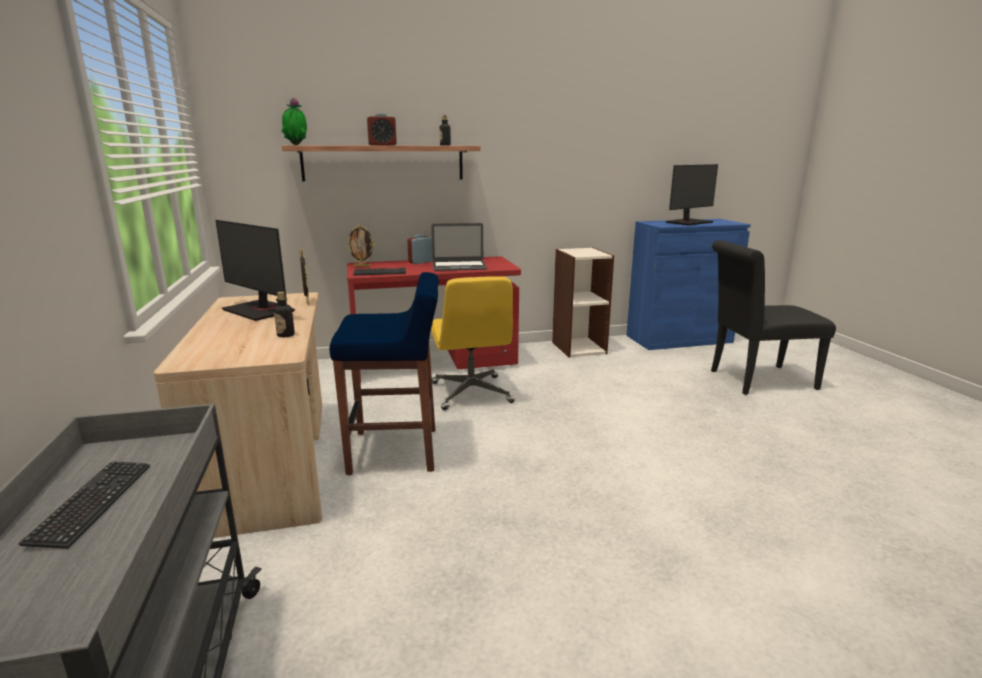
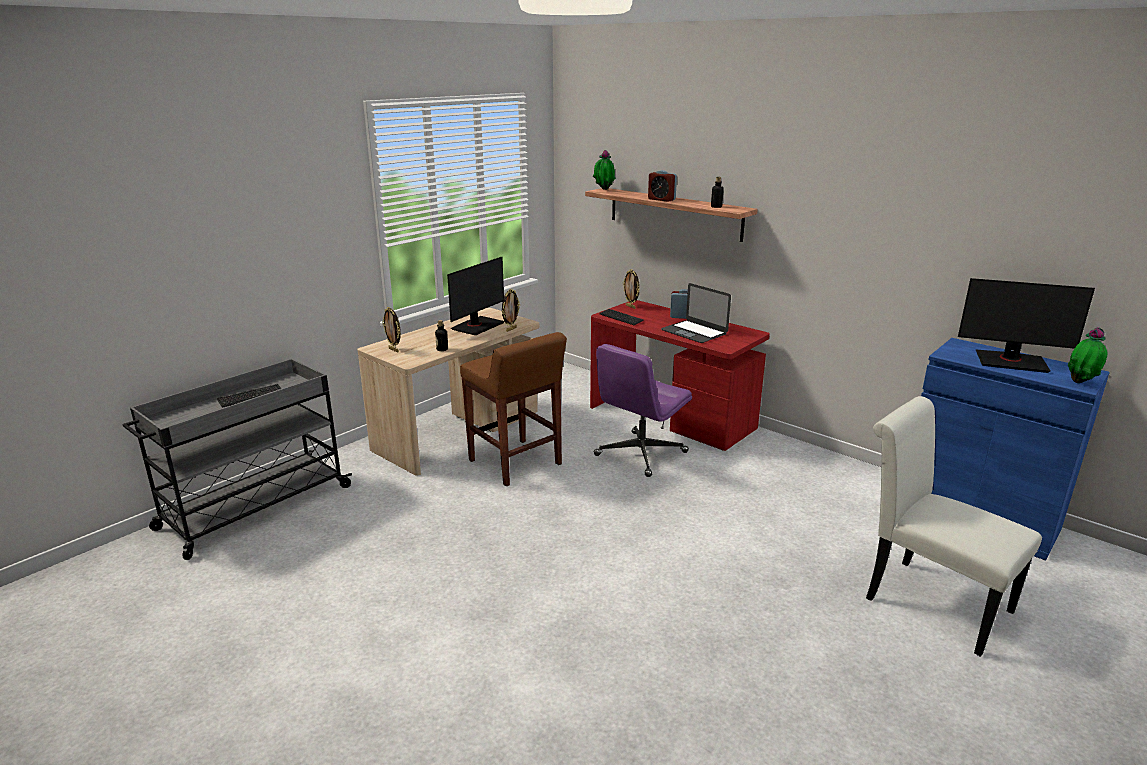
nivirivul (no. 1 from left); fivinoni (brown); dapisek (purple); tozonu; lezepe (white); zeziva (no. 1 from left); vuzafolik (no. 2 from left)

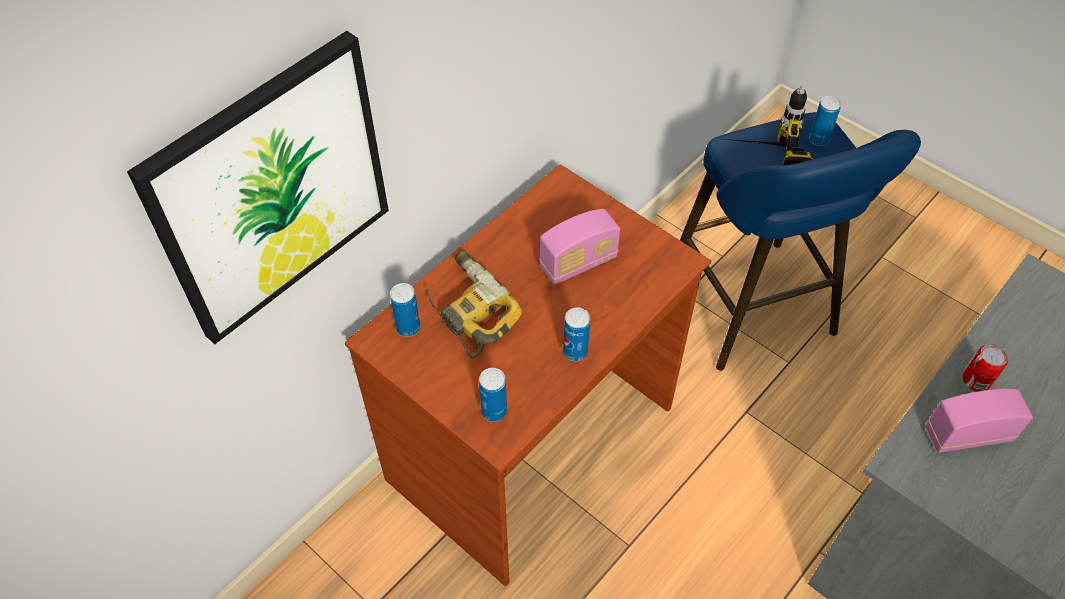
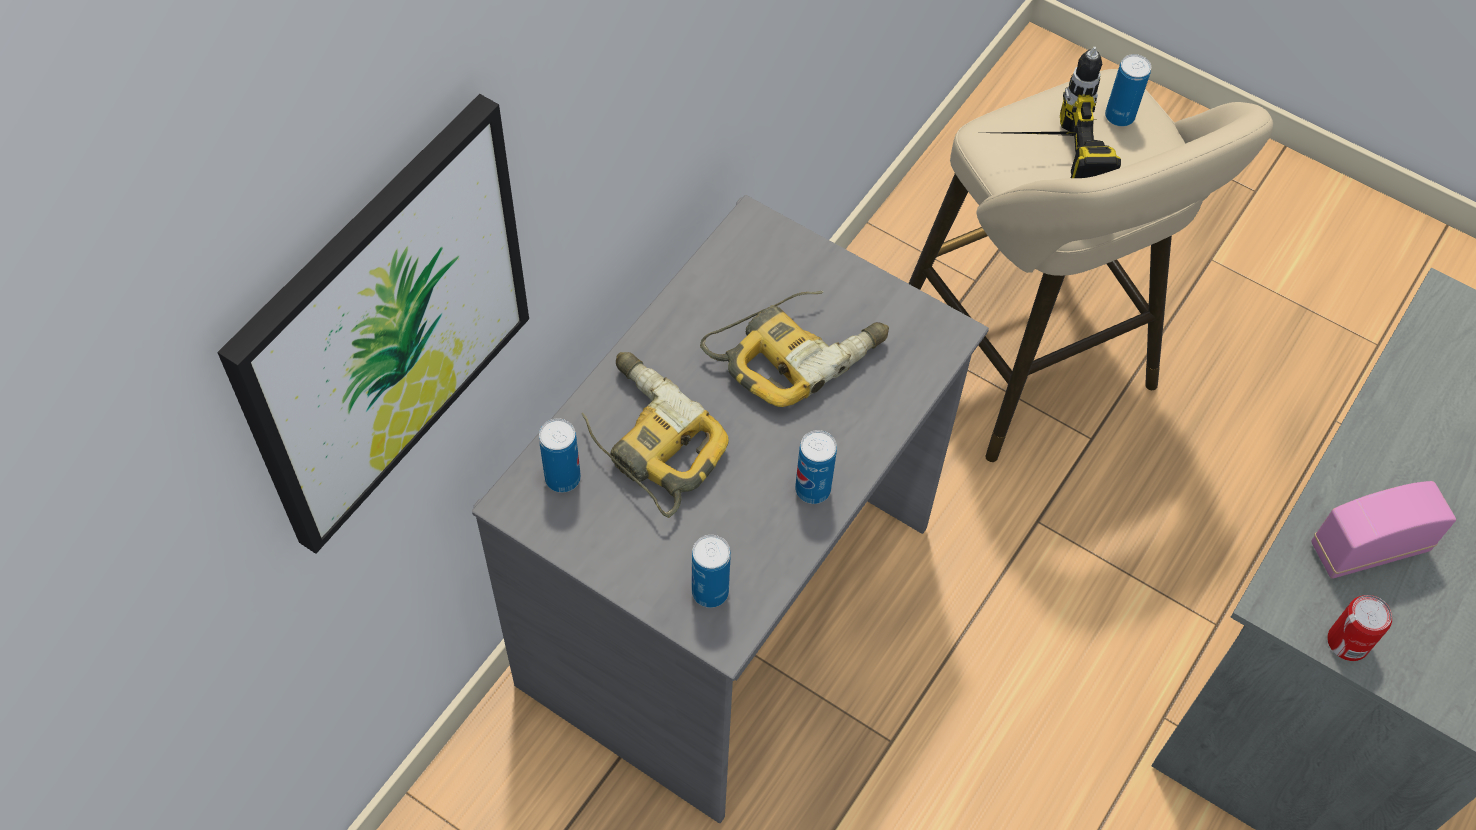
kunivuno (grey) (no. 1 from left); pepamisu (no. 2 from left); fivinoni (beige); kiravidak (no. 5 from left)

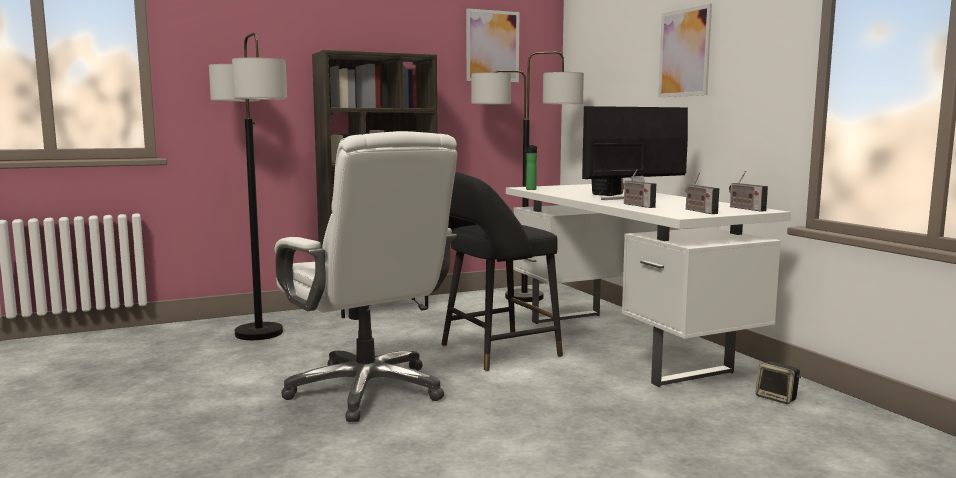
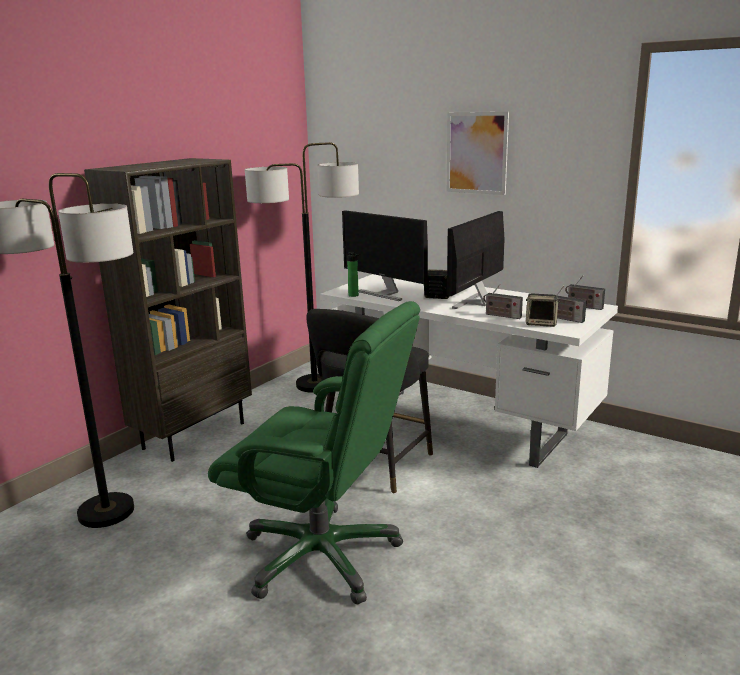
dapisek (green); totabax (no. 1 from left in the first image); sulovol (no. 2 from left); nivirivul (no. 1 from left)

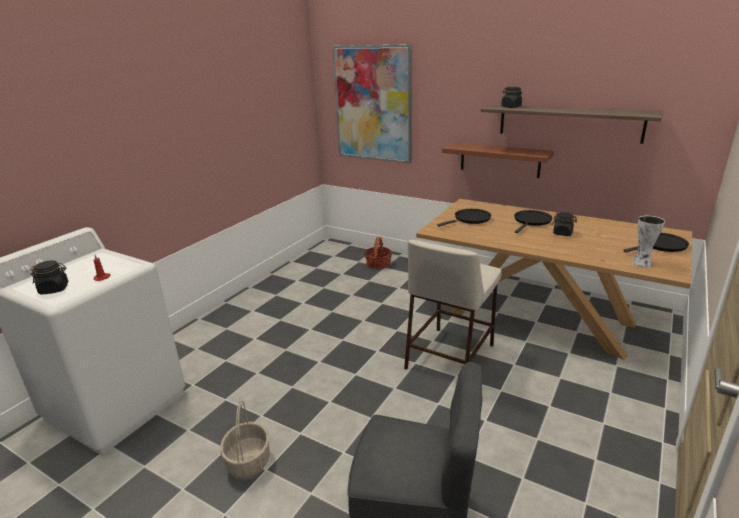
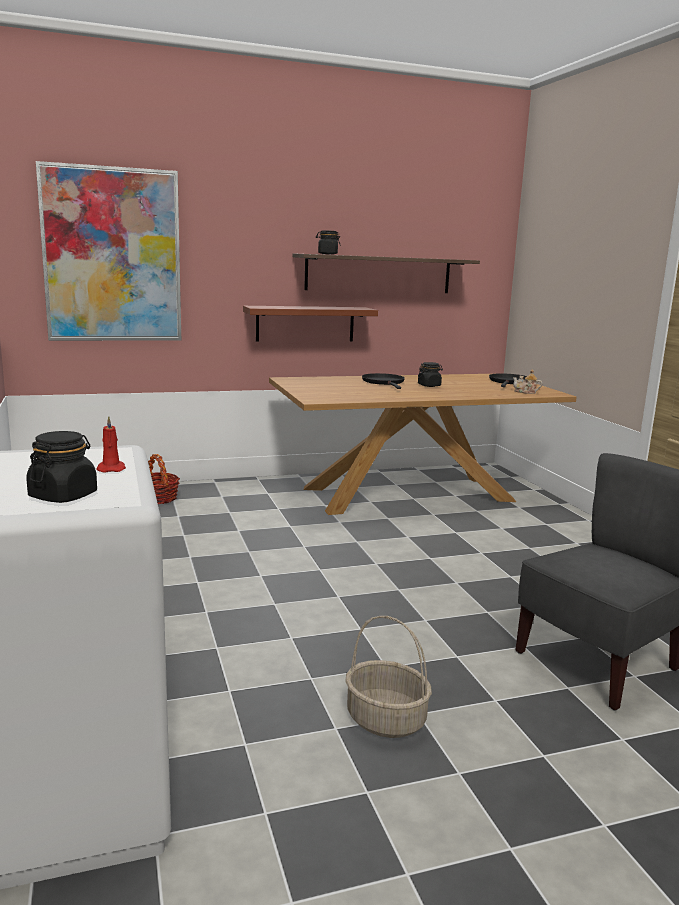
fivinoni (beige); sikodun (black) (no. 1 from left in the first image); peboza

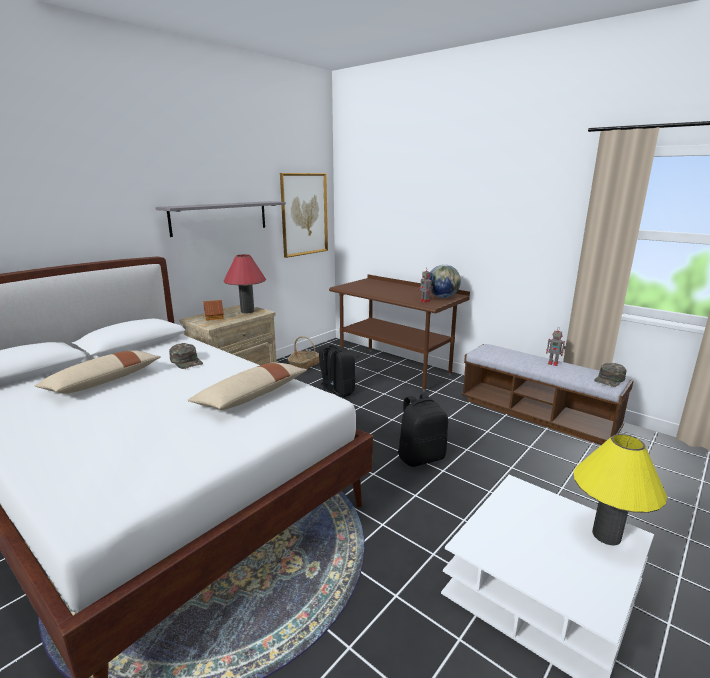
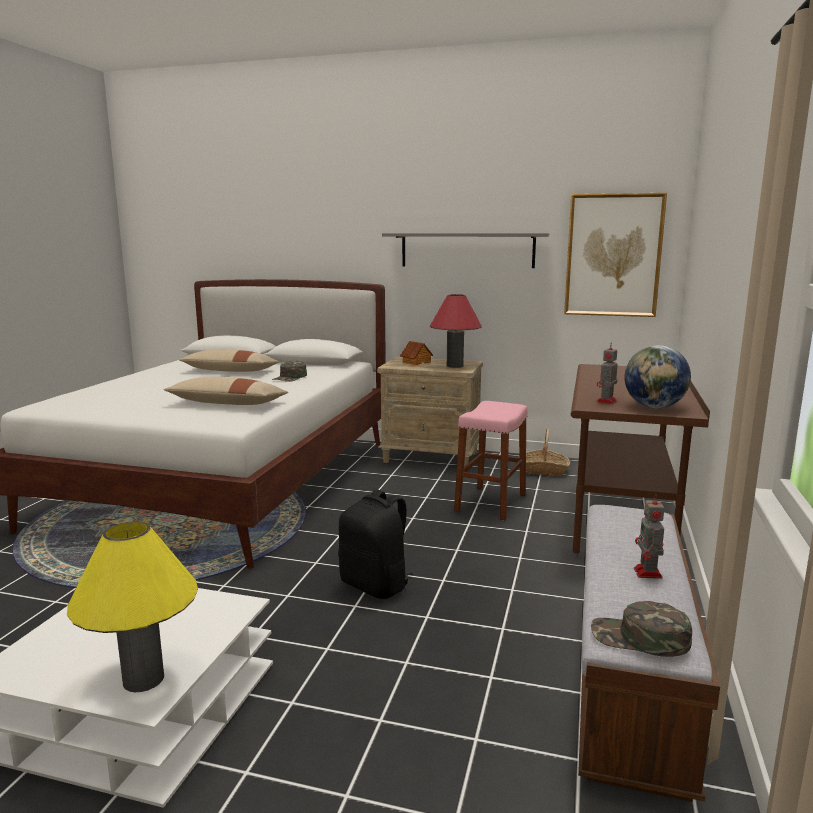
fivinoni (pink)

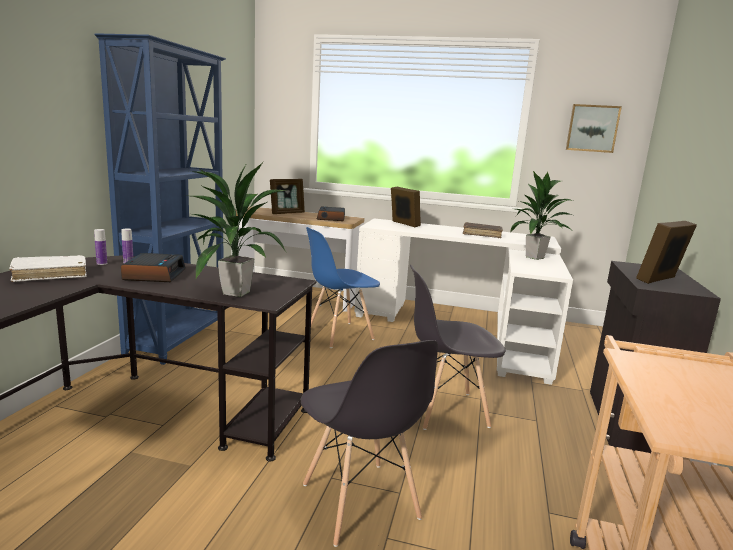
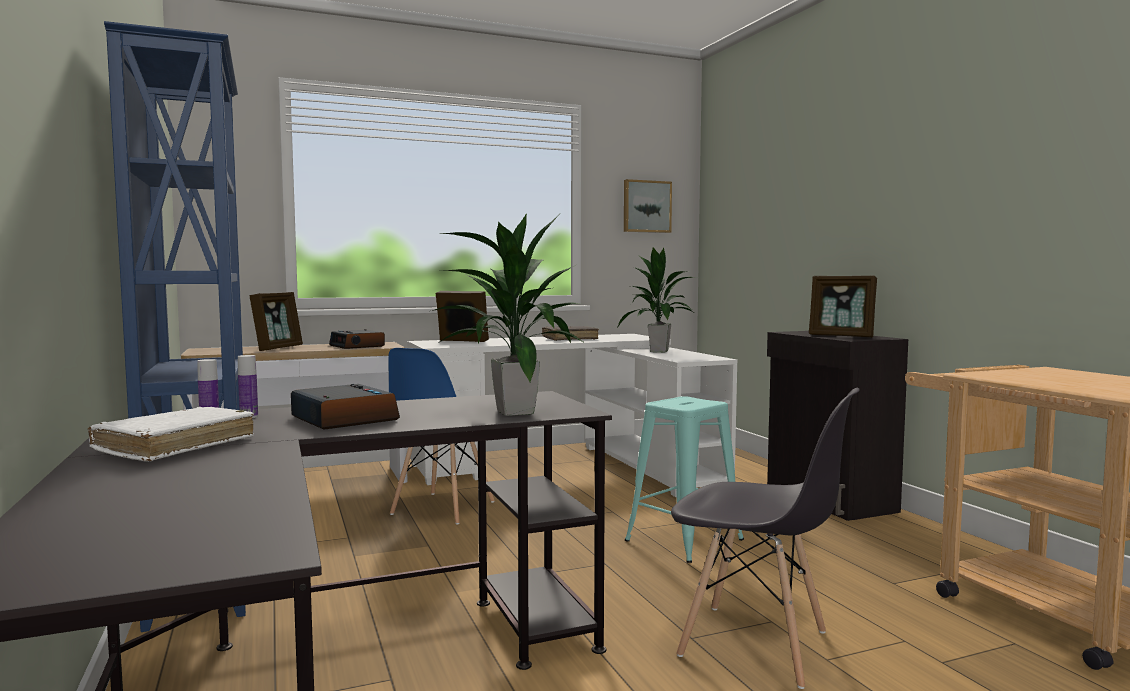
fivinoni (turquoise); zeziva (no. 3 from left)

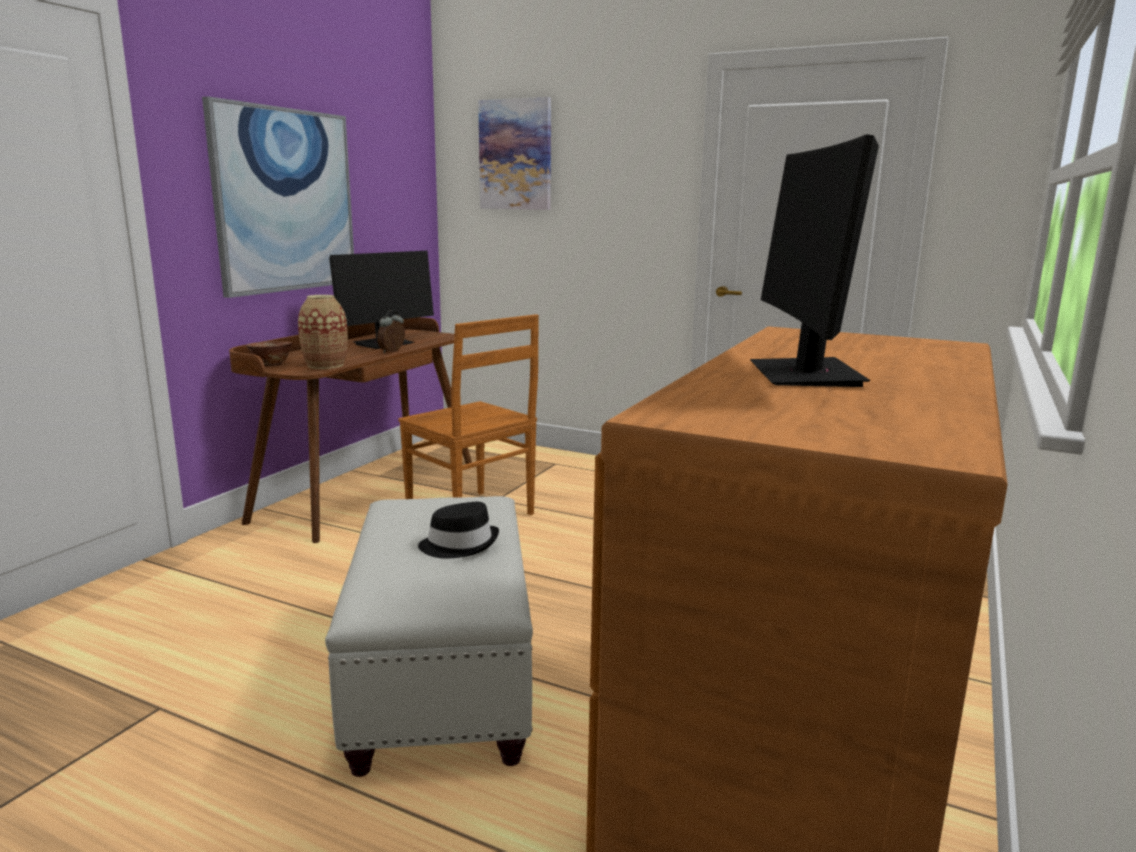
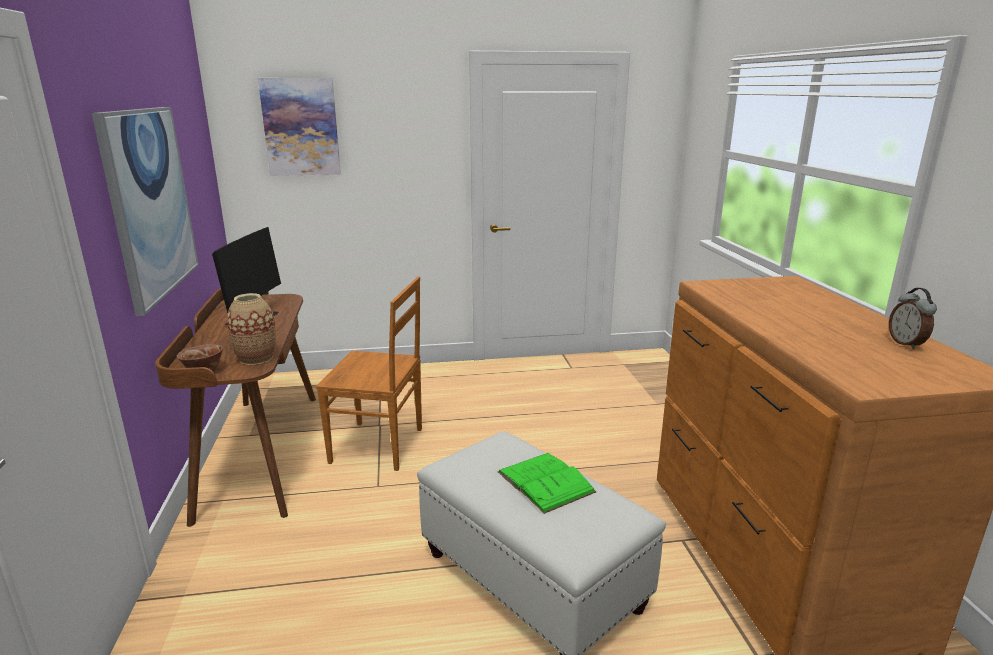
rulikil; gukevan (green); nivirivul (no. 2 from left in the first image)

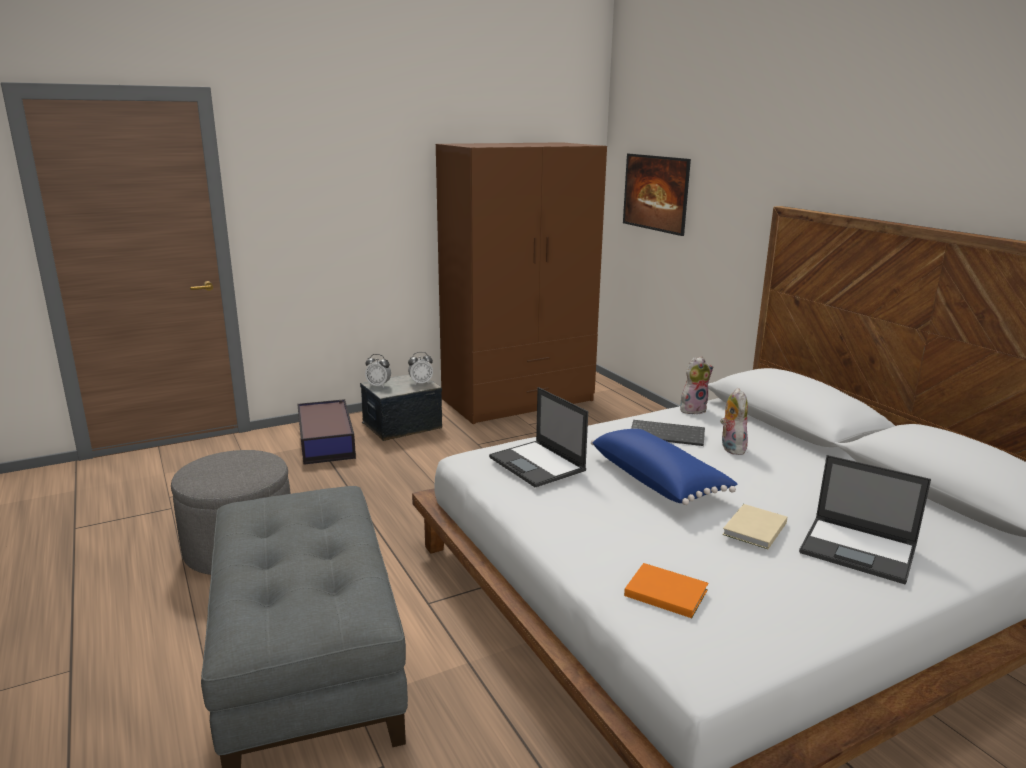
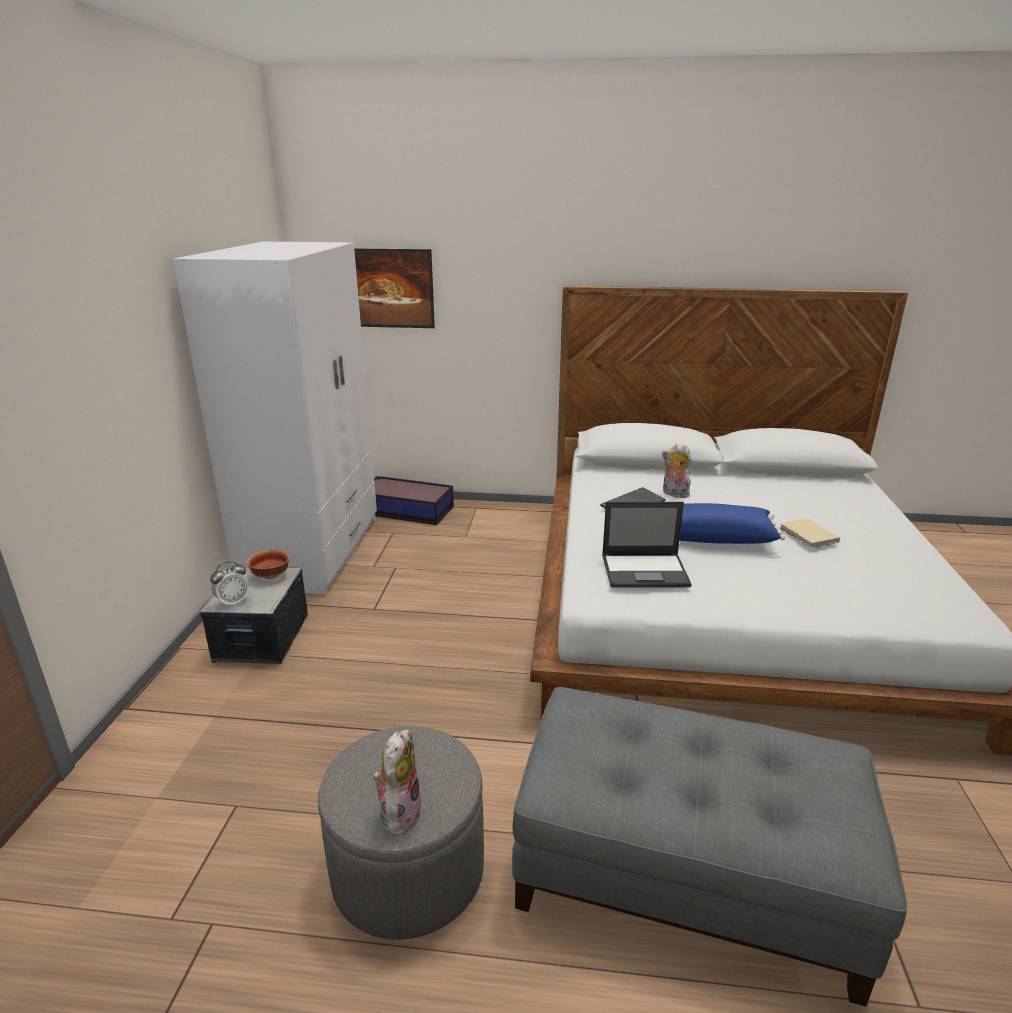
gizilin (no. 2 from left); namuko; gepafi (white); gukevan (orange); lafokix (no. 1 from left); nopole (no. 2 from left in the first image)

